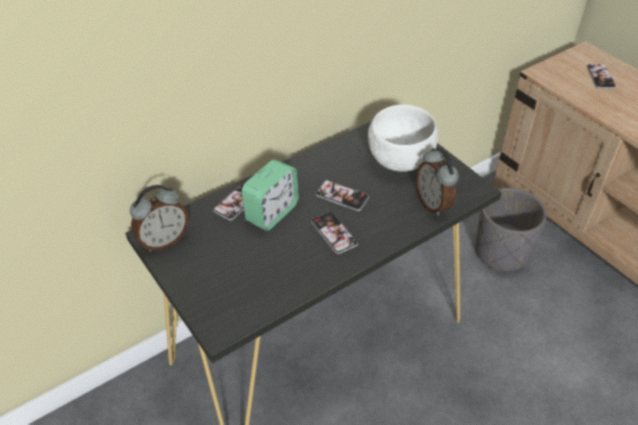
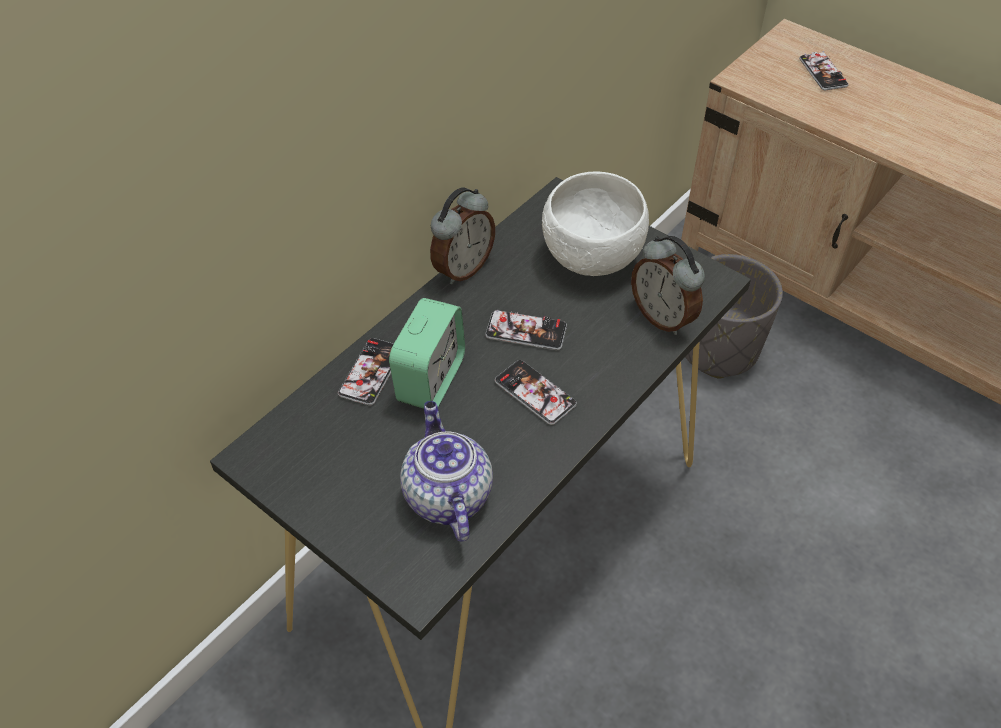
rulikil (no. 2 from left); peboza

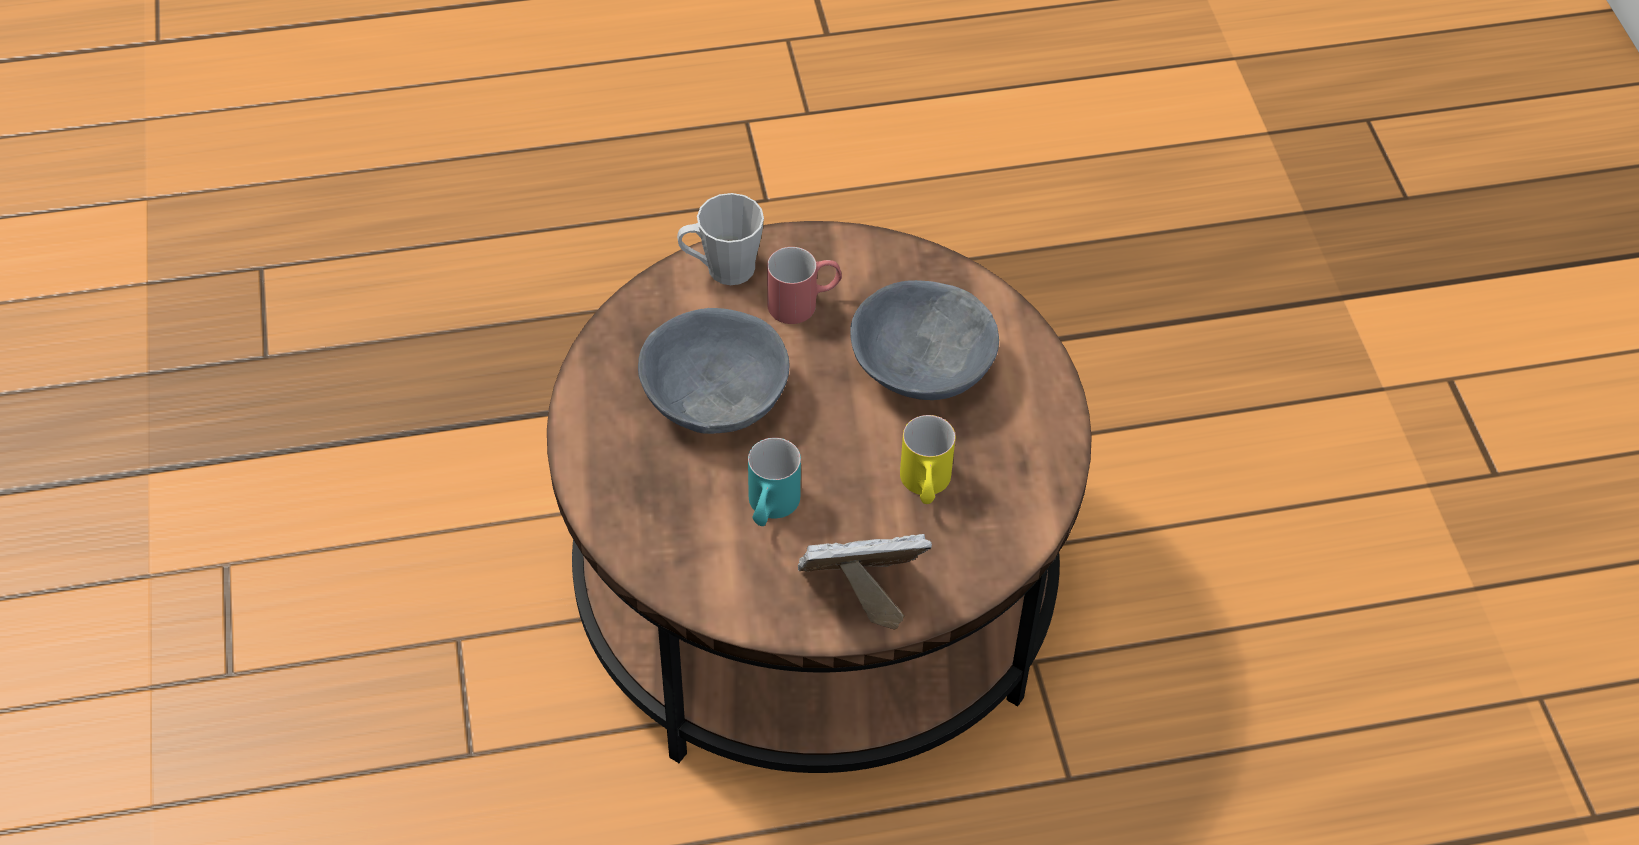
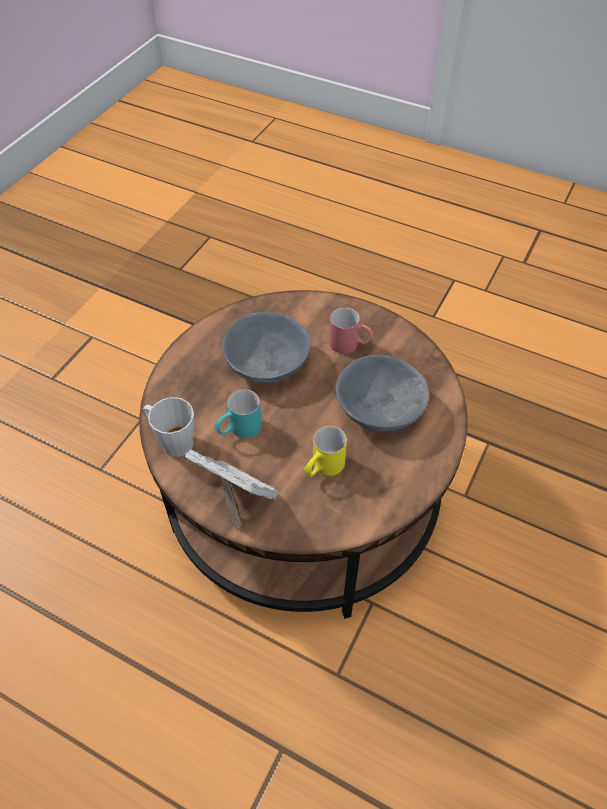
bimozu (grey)

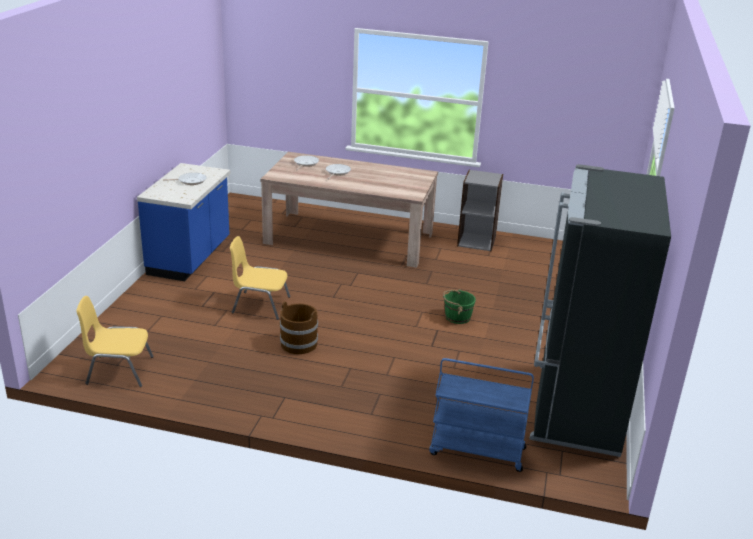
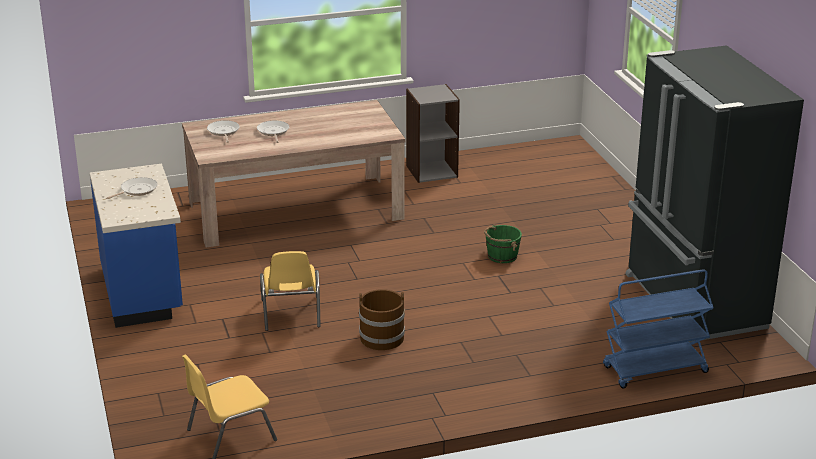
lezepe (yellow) (no. 2 from left)

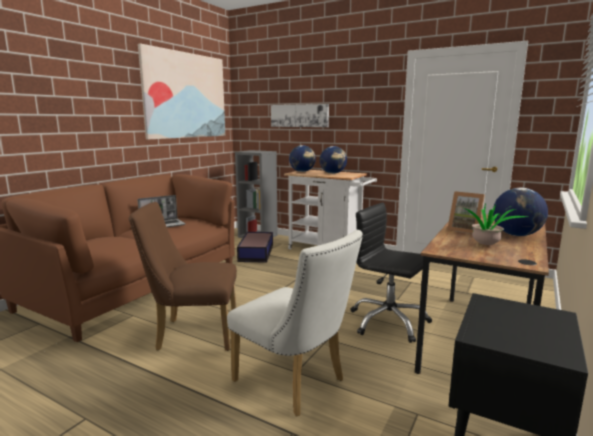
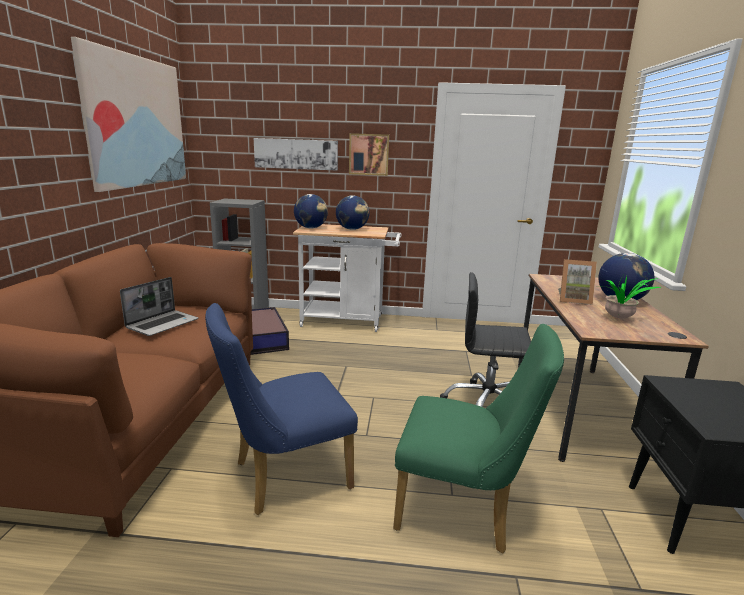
lezepe (blue); lezepe (green); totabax (no. 3 from left)

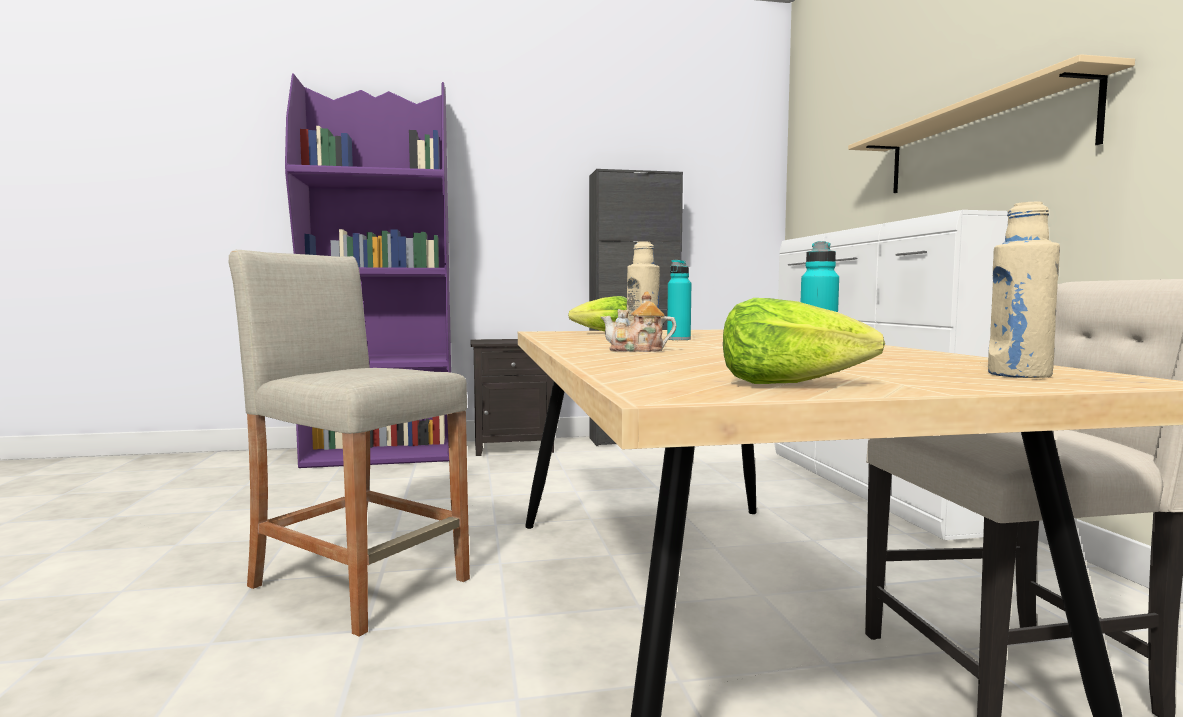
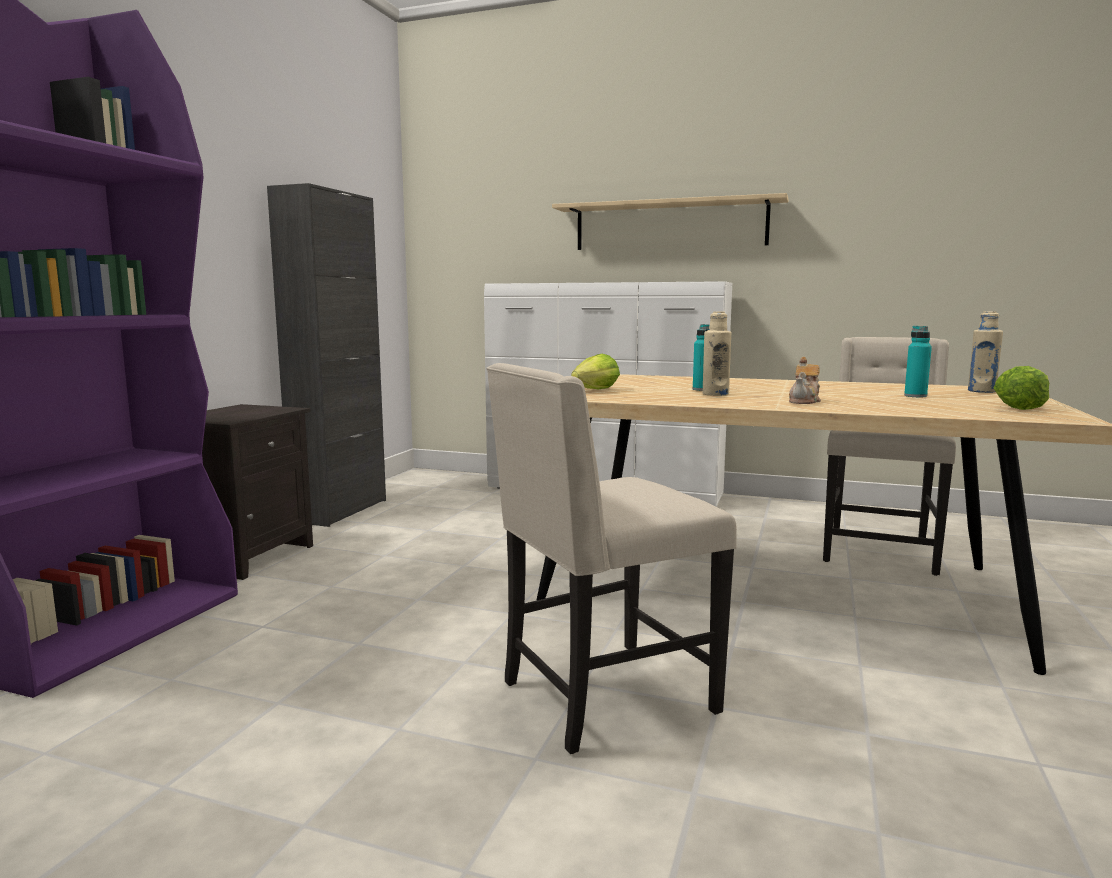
lezepe (beige) (no. 1 from left)

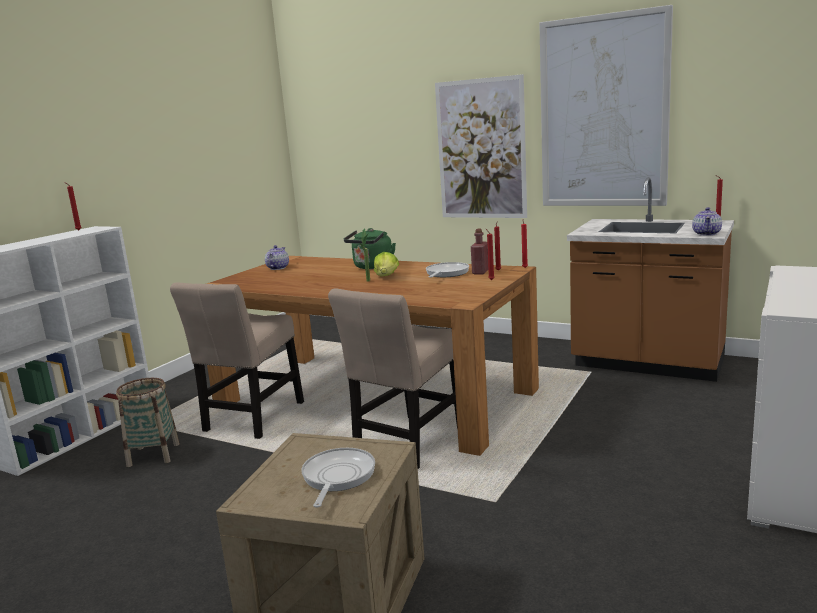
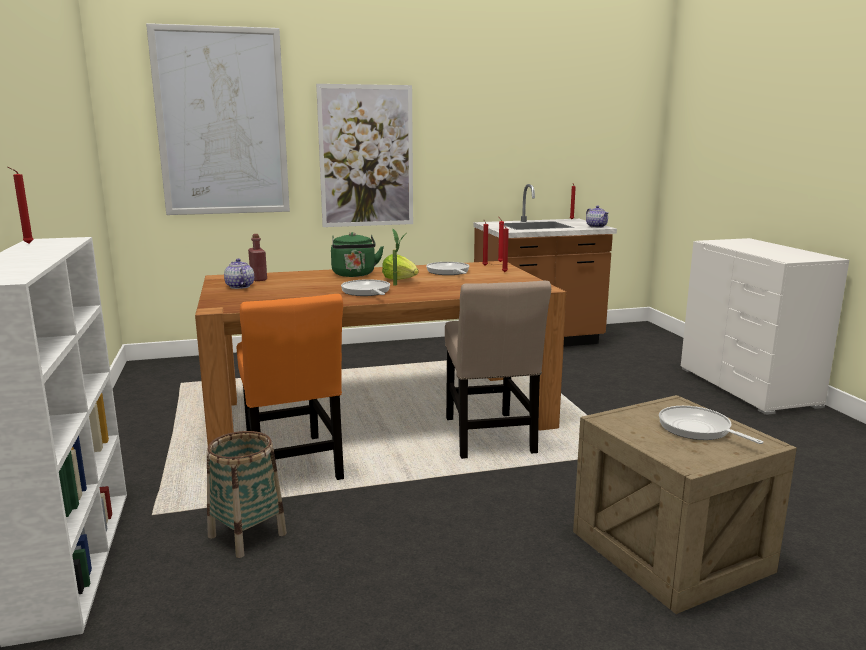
lezepe (orange); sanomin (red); totabax (no. 1 from left); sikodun (no. 1 from left)

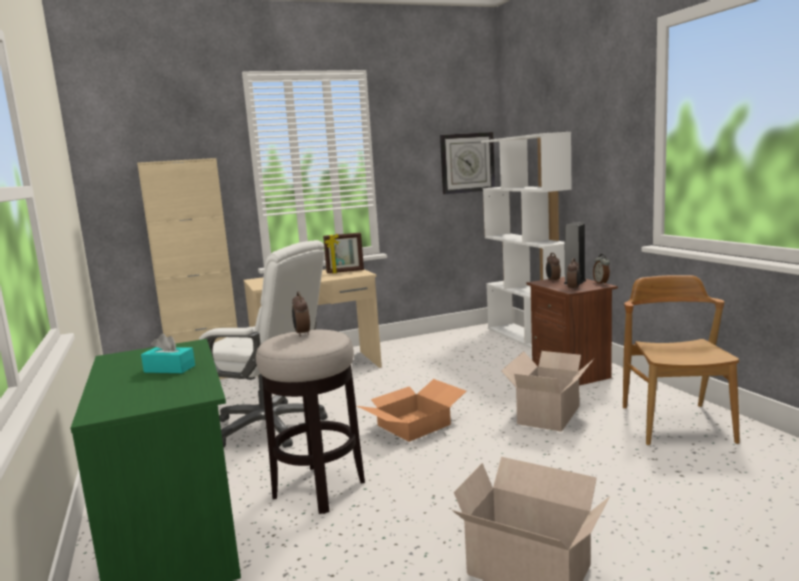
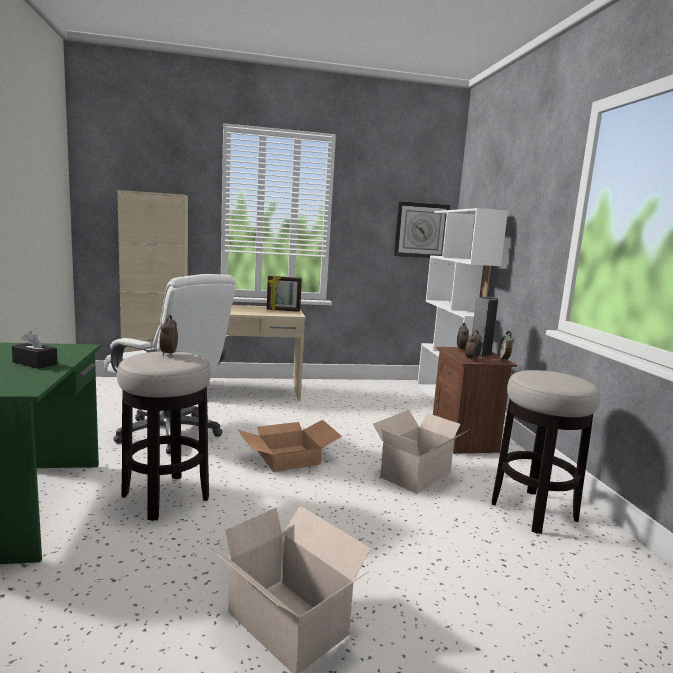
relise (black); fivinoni (no. 2 from left)

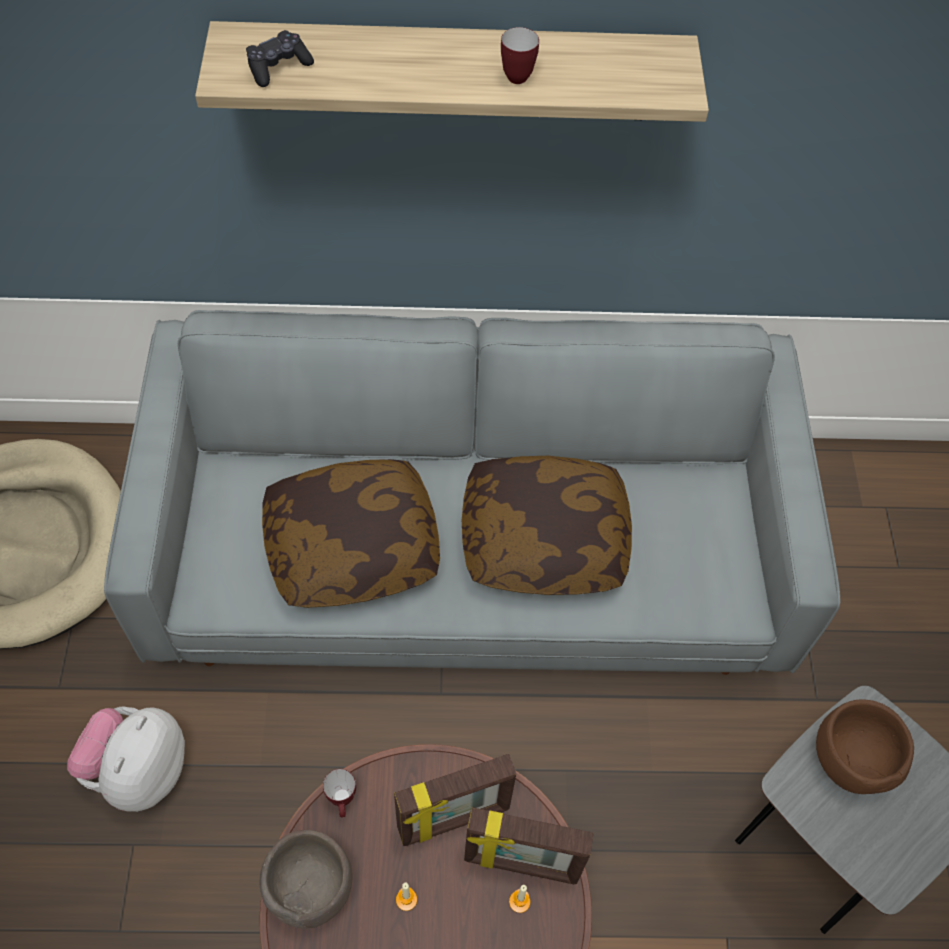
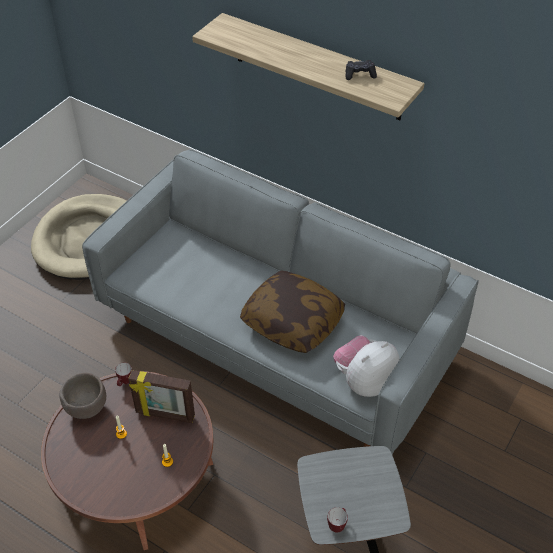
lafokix; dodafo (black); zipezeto (no. 1 from left in the first image); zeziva (no. 2 from left in the first image); bimozu (no. 2 from left); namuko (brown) (no. 2 from left in the first image)

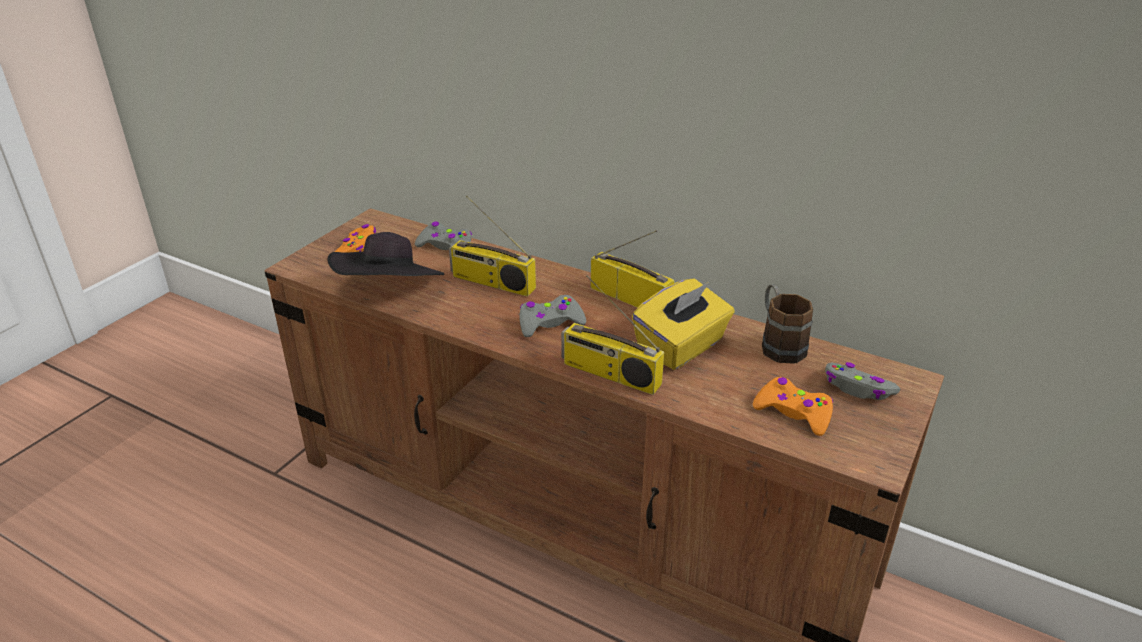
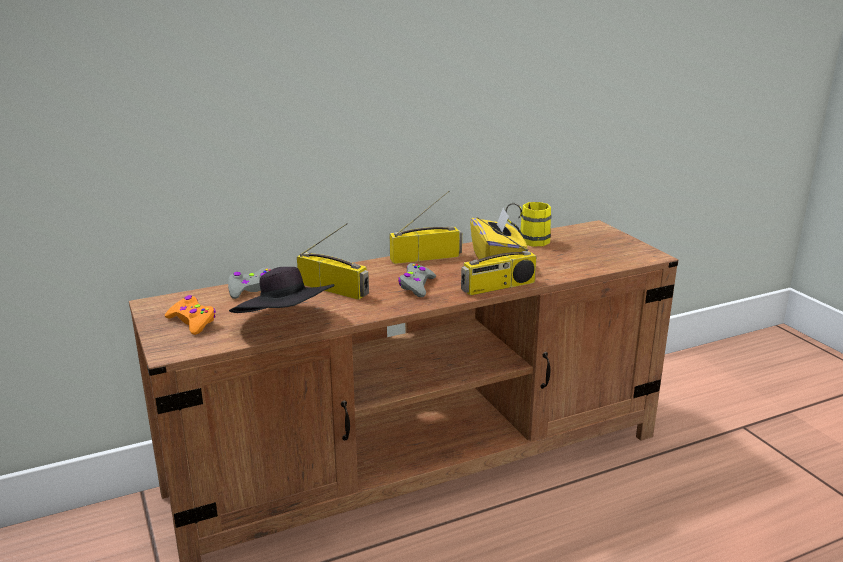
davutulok (no. 1 from left); dodafo (orange) (no. 2 from left in the first image); bimozu (yellow); dodafo (grey) (no. 3 from left in the first image)

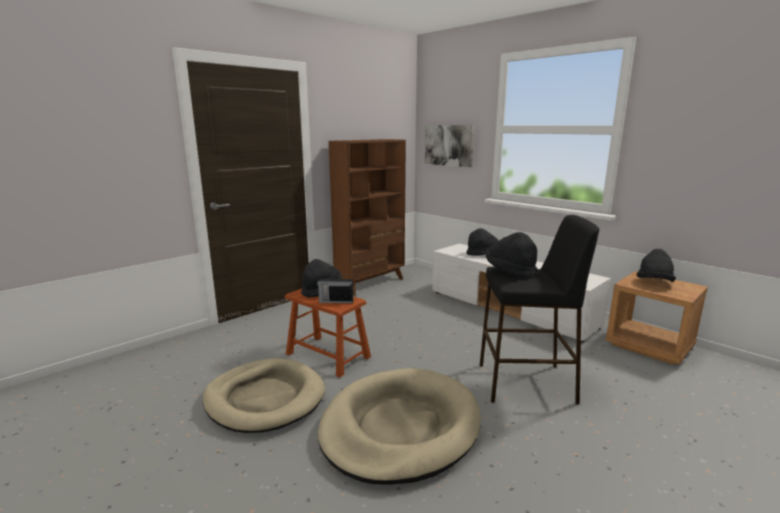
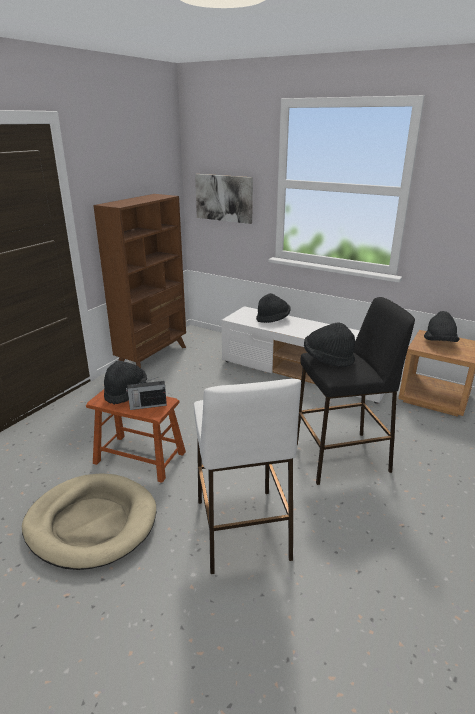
fivinoni (white)

